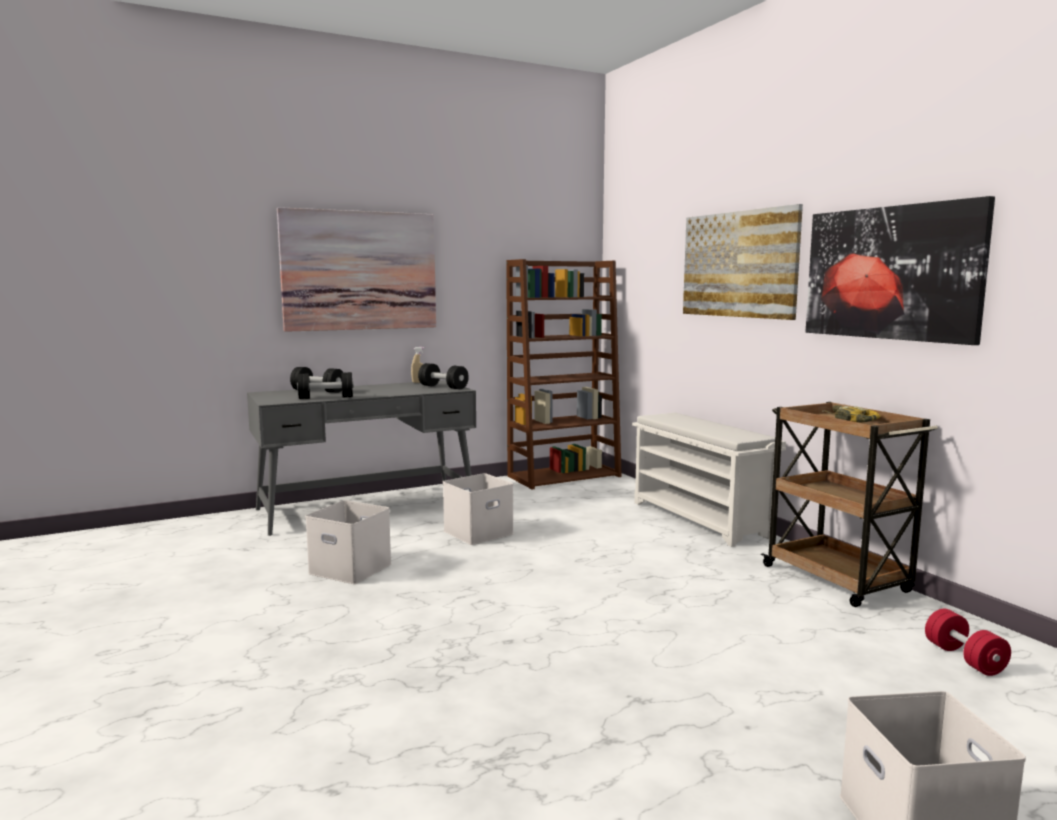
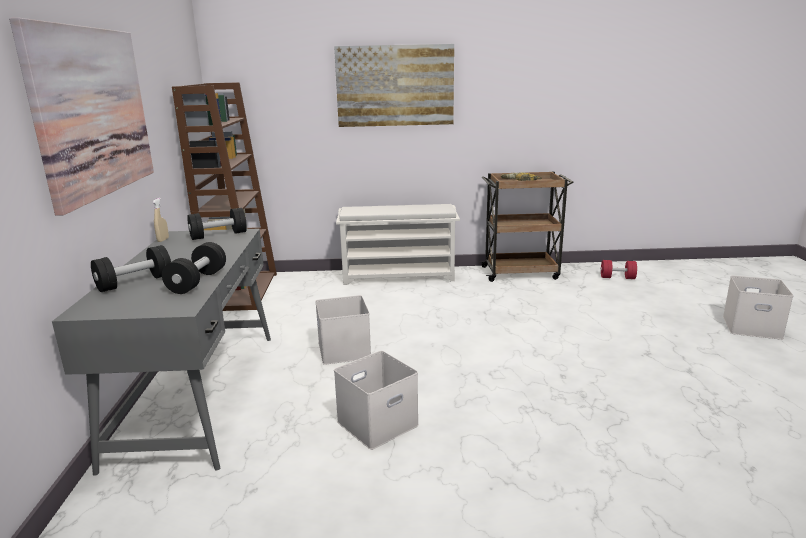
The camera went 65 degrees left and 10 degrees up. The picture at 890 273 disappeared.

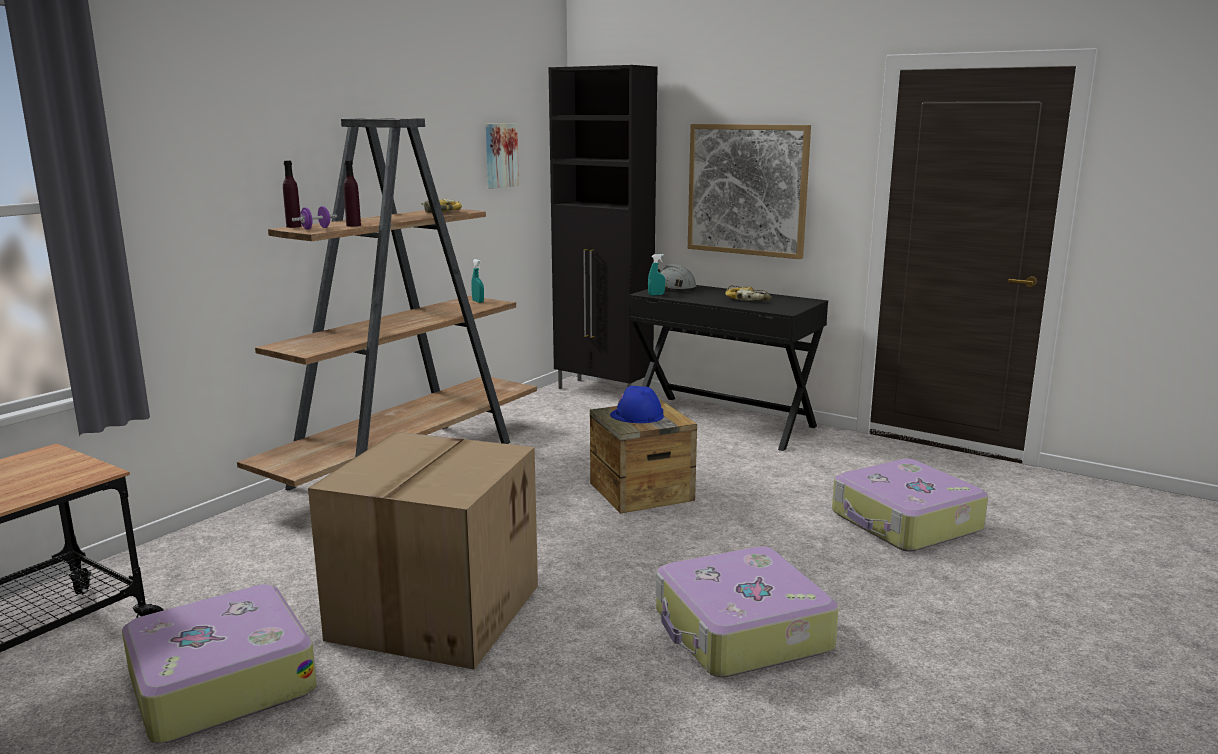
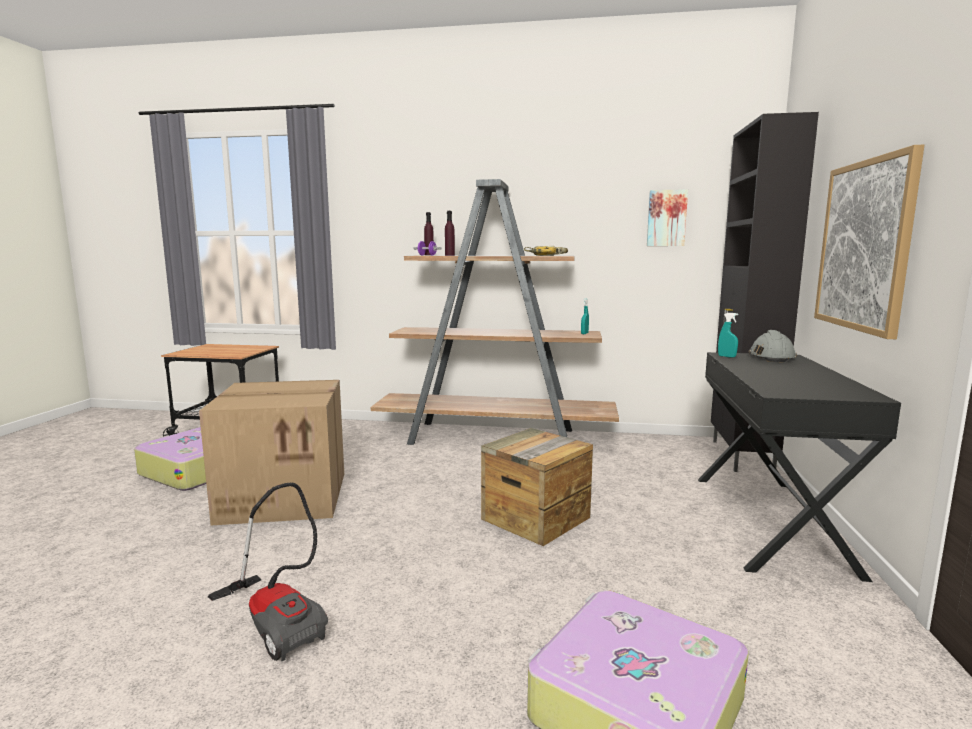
The camera went 65 degrees right and 5 degrees down. The suitcase at 740 632 was replaced by the vacuum cleaner at 279 621. The blue hard hat at 637 415 disappeared. The power drill at 748 299 disappeared.

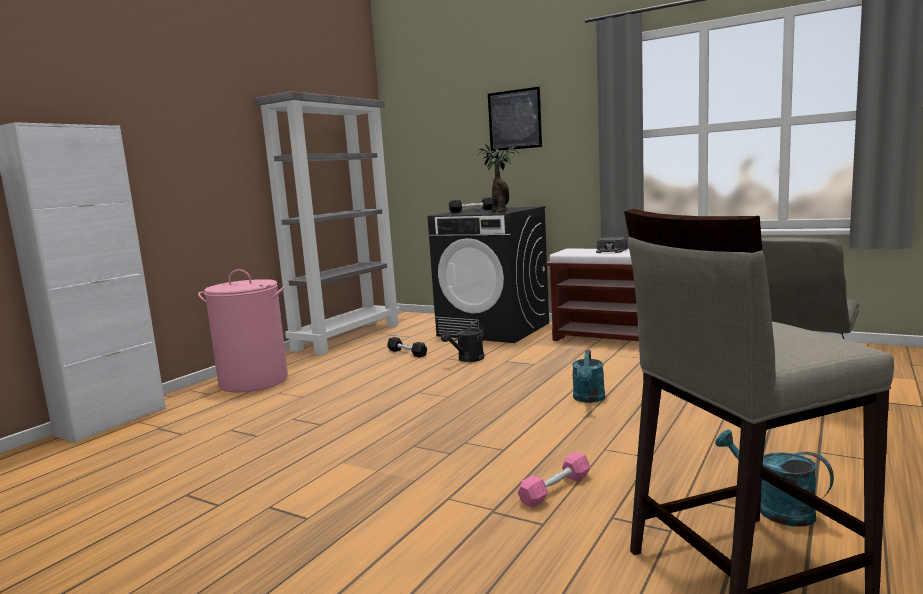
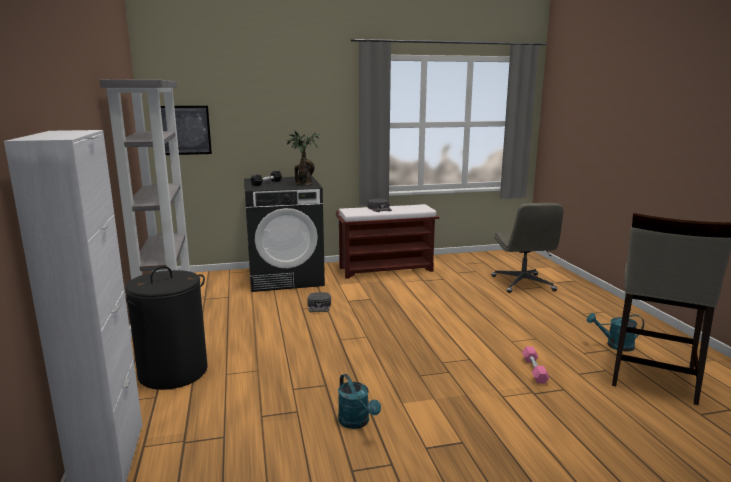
The camera went 45 degrees left and 5 degrees up. The pink laundry basket at 254 381 became the black laundry basket at 173 372. The picture moved from 514 120 to 185 130. The black watering can at 467 359 was replaced by the black cap at 319 306. The turquoise watering can moved from 588 399 to 357 422. The black dumbbell at 407 353 disappeared.

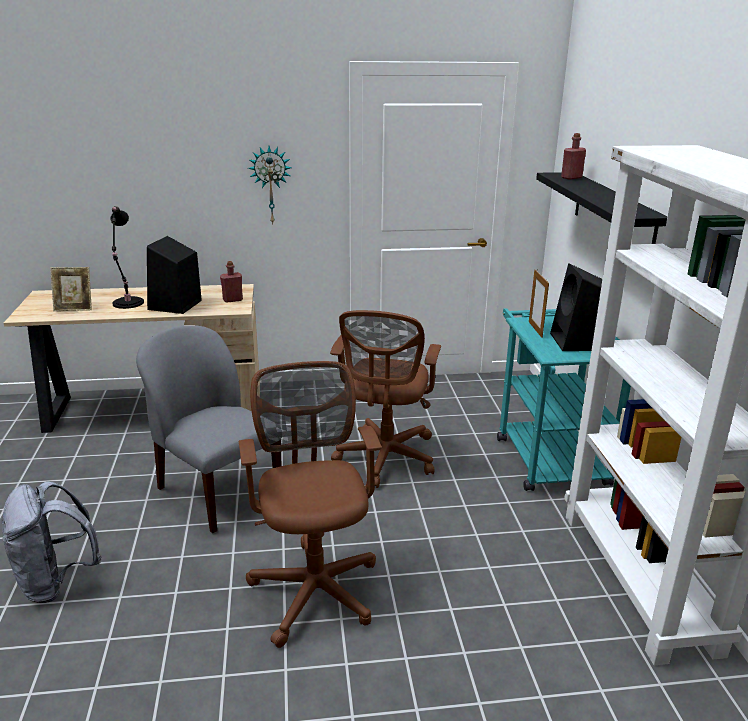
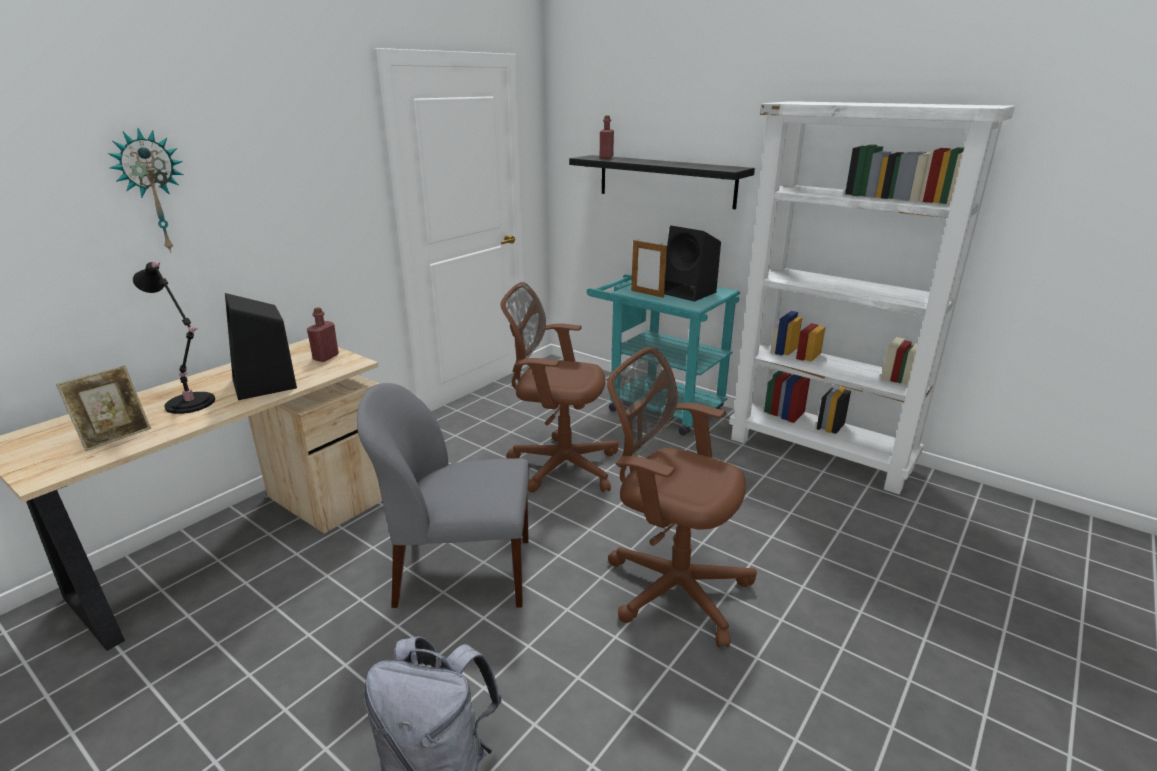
The camera went 45 degrees left and 0 degrees up. The wall clock moved from 270 185 to 152 192. The brown office chair at 385 460 turned 135 degrees clockwise.

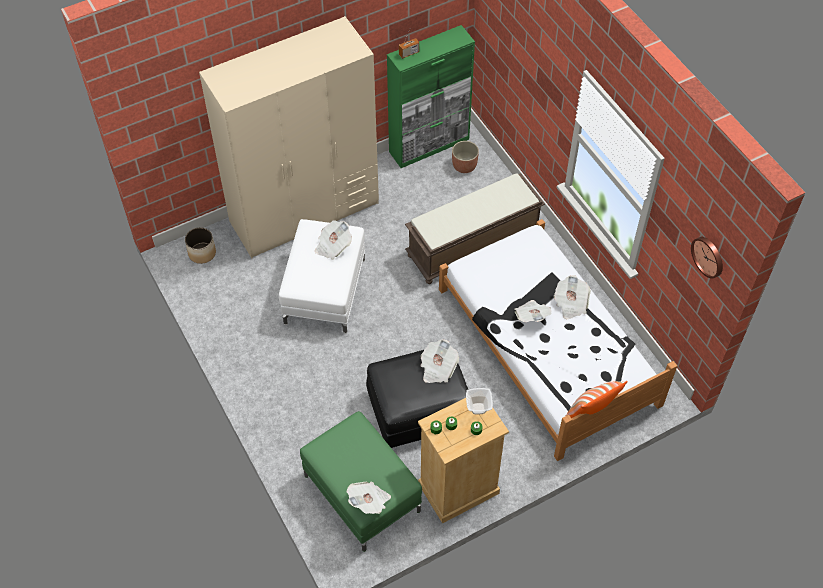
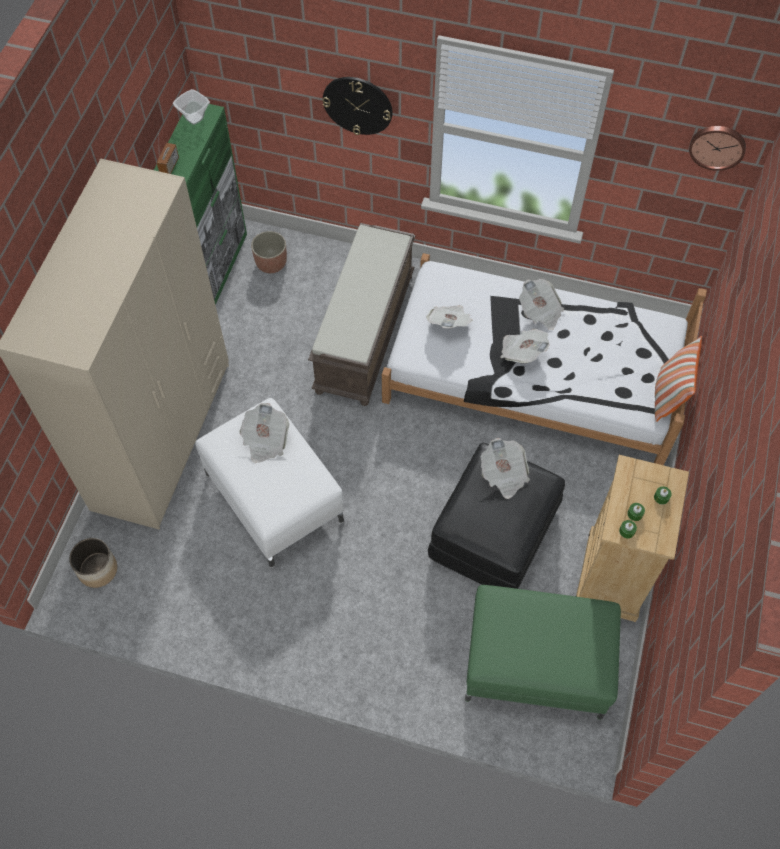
The camera went 45 degrees left and 5 degrees up. The bowl moved from 477 409 to 194 119. The wall clock at 358 105 appeared. The newspaper moved from 369 502 to 449 323.

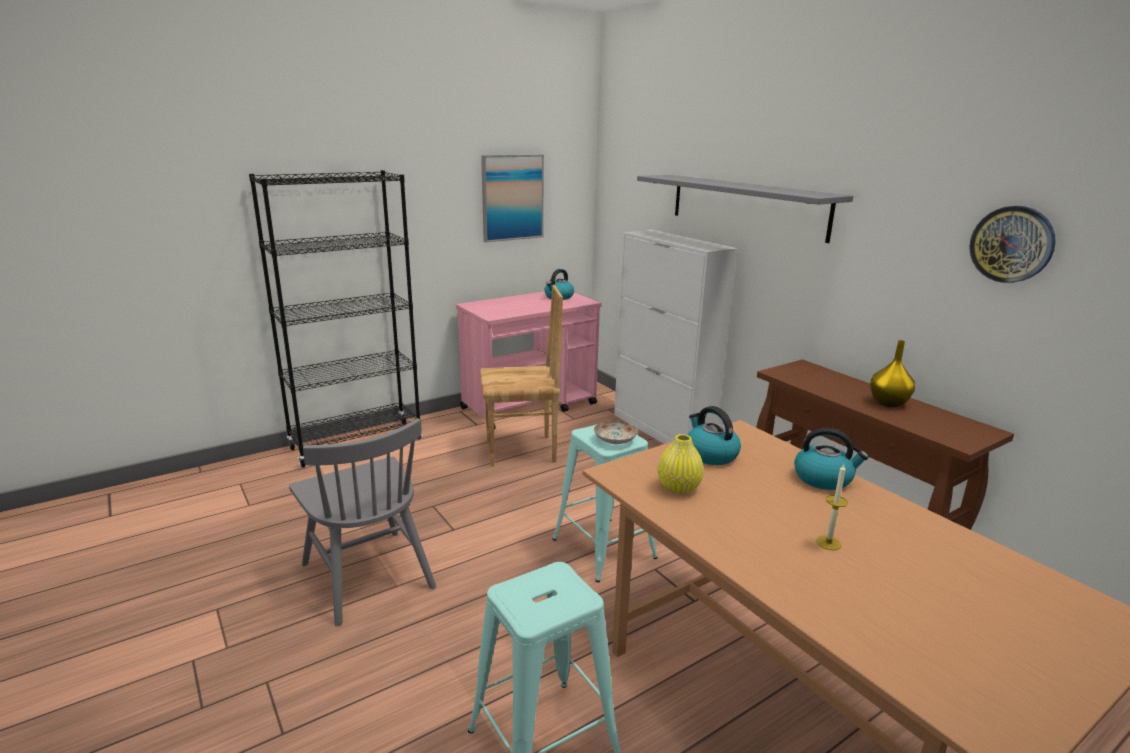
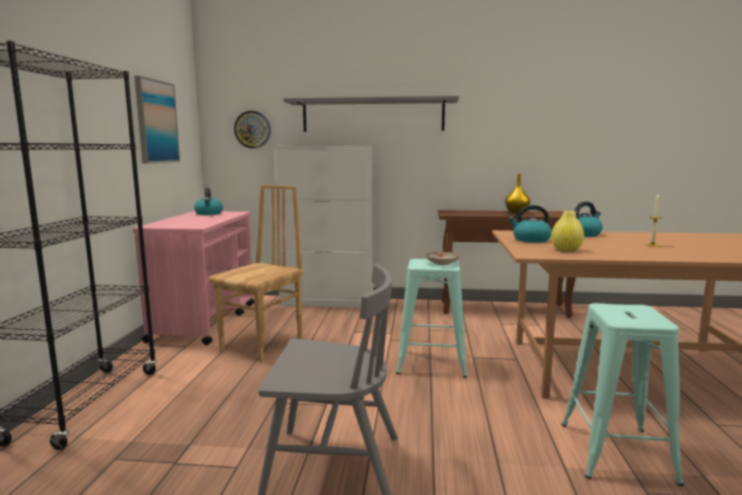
The camera went 50 degrees left and 10 degrees down. The wall clock moved from 1012 244 to 252 129.

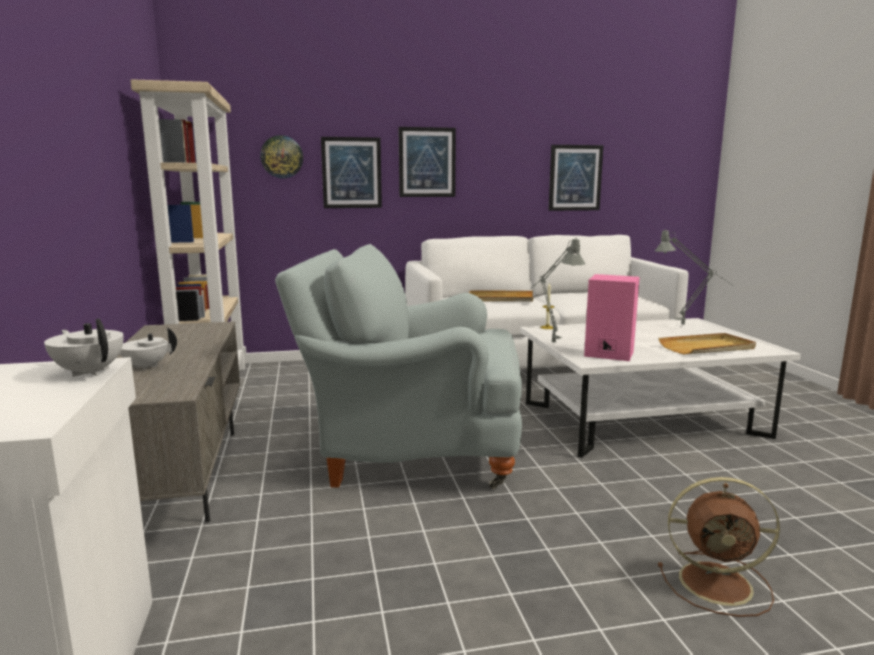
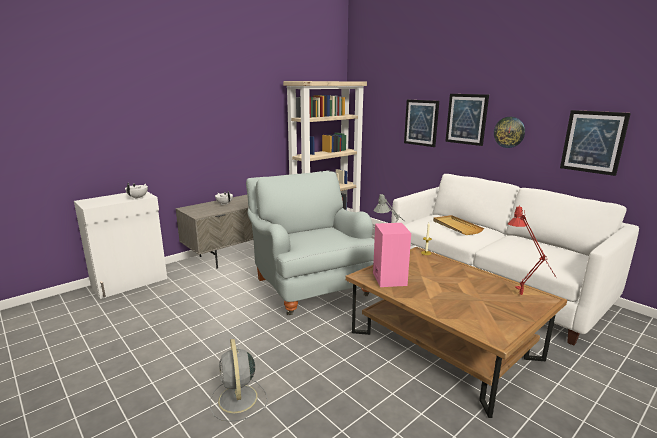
The camera went 60 degrees right and 5 degrees up. The brown fan at 718 583 became the grey fan at 238 400. The white coffee table at 642 419 became the brown coffee table at 443 345. The wall clock moved from 281 157 to 509 132. The grey table lamp at 688 326 became the red table lamp at 524 297. The beige tray at 707 347 disappeared.

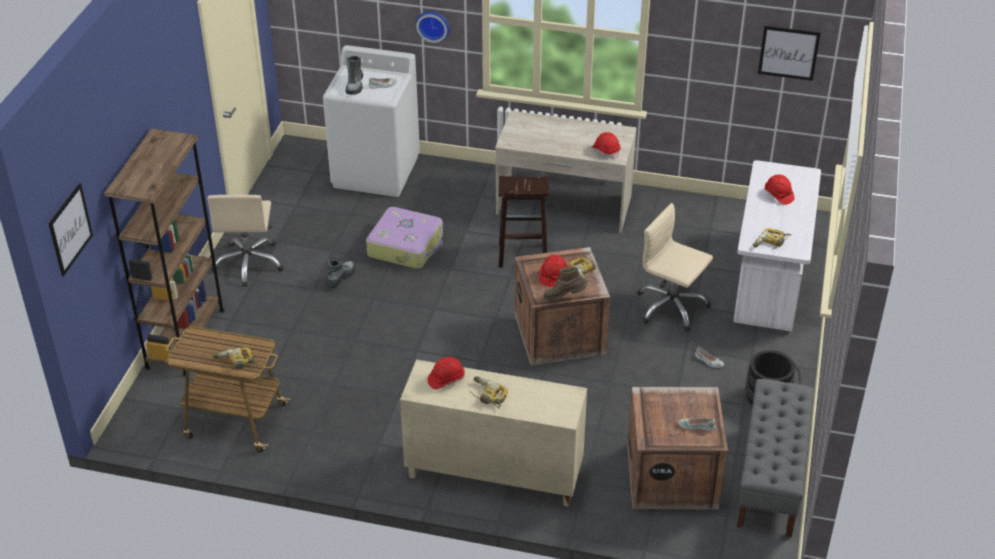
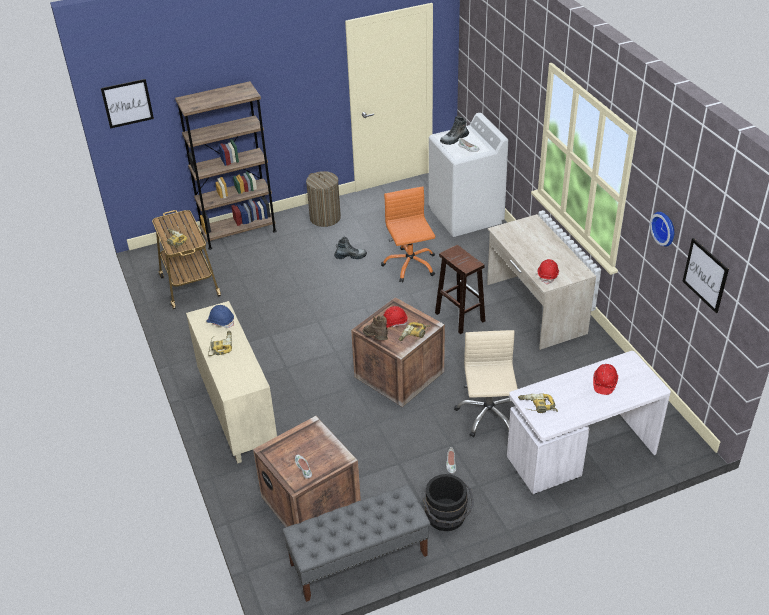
The camera went 55 degrees right and 0 degrees up. The red hard hat at 446 379 became the blue hard hat at 221 321. The beige office chair at 249 263 was replaced by the laundry basket at 325 218. The suitcase at 406 246 was replaced by the orange office chair at 410 265. The wall clock moved from 433 25 to 665 228.

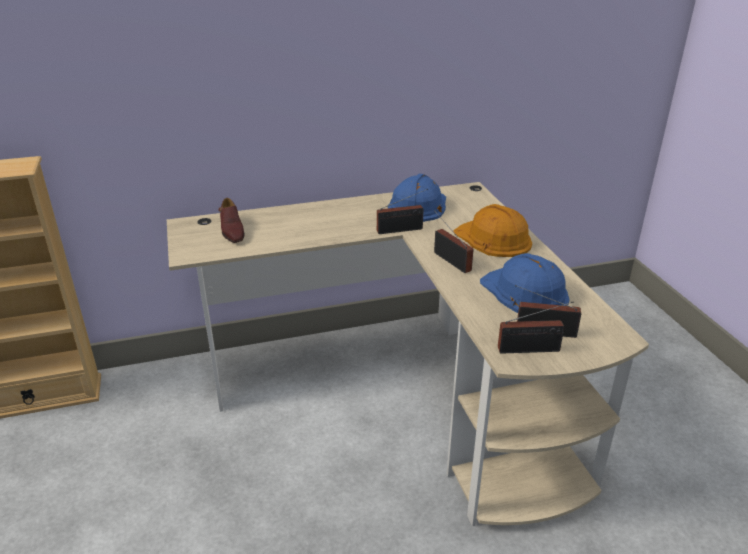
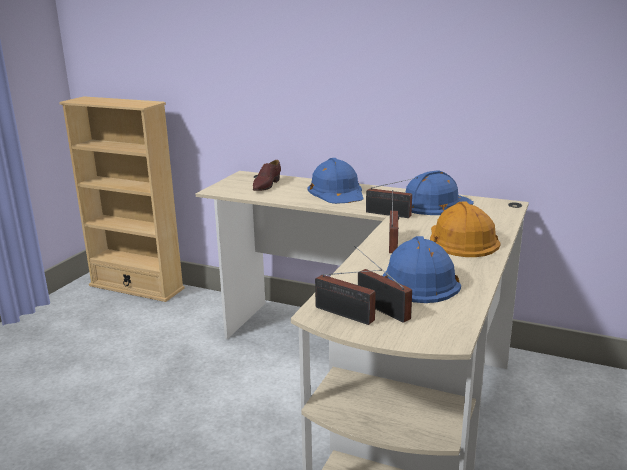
The camera went 40 degrees right and 10 degrees down. The blue hard hat at 337 191 appeared.

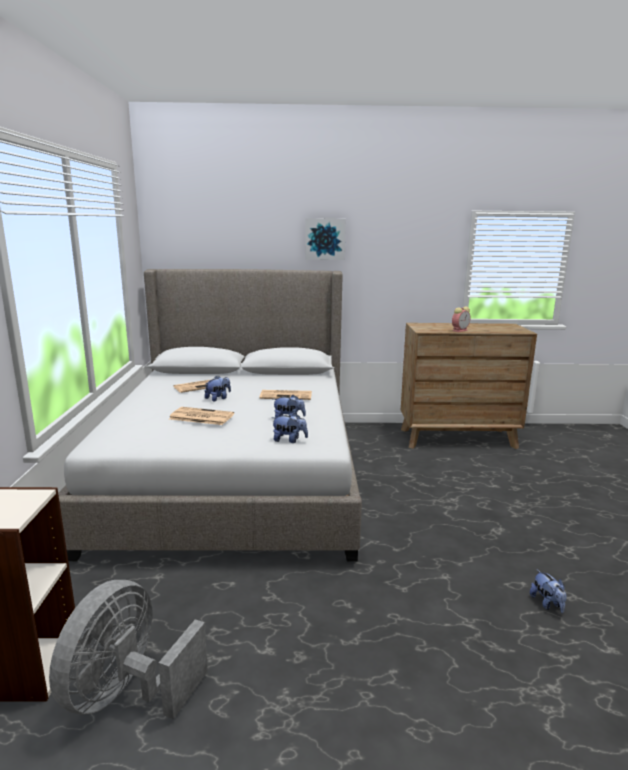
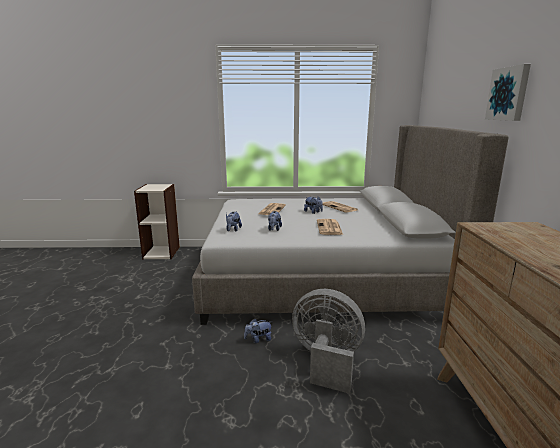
The camera went 90 degrees right and 0 degrees up. The plush toy moved from 547 604 to 258 339. The grey fan moved from 128 693 to 326 361. The alarm clock at 460 330 disappeared.

